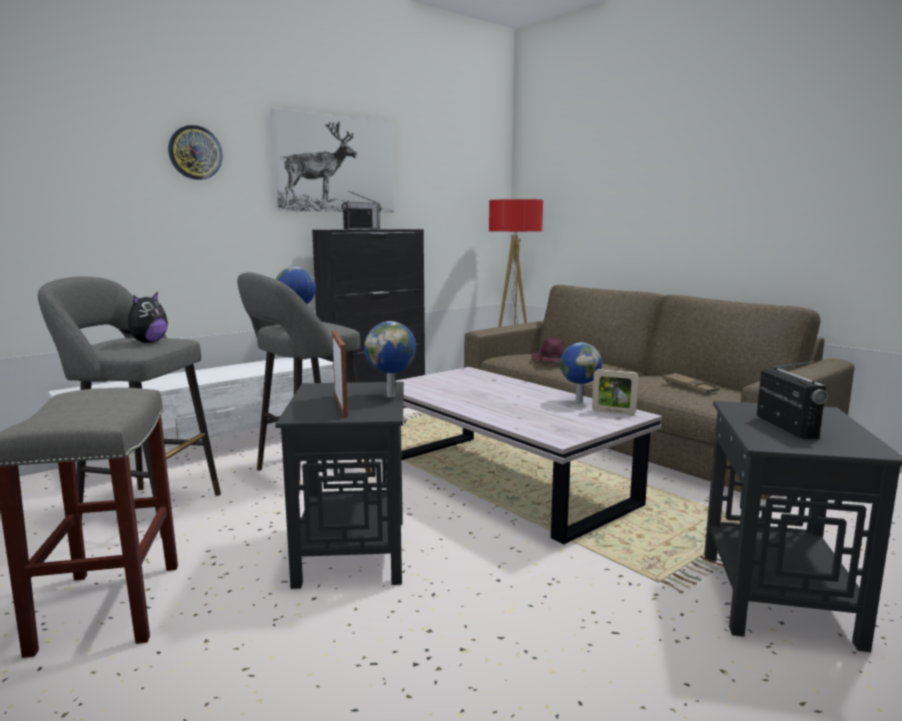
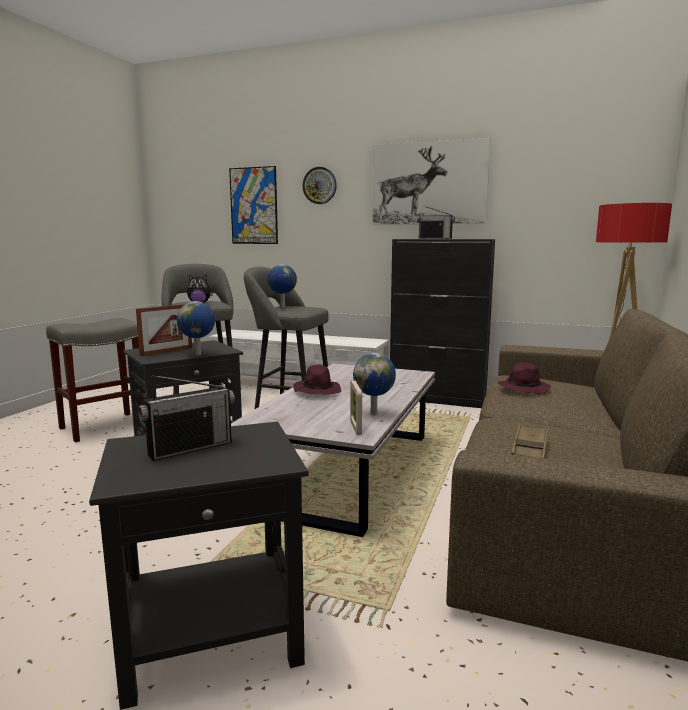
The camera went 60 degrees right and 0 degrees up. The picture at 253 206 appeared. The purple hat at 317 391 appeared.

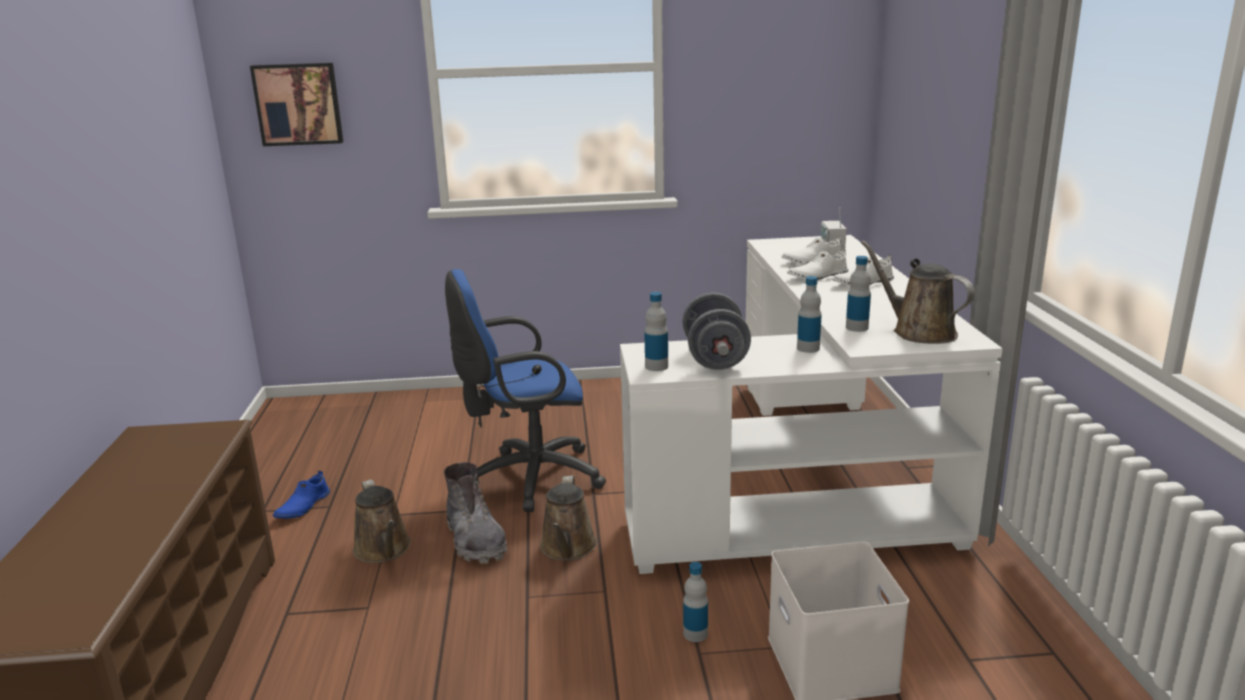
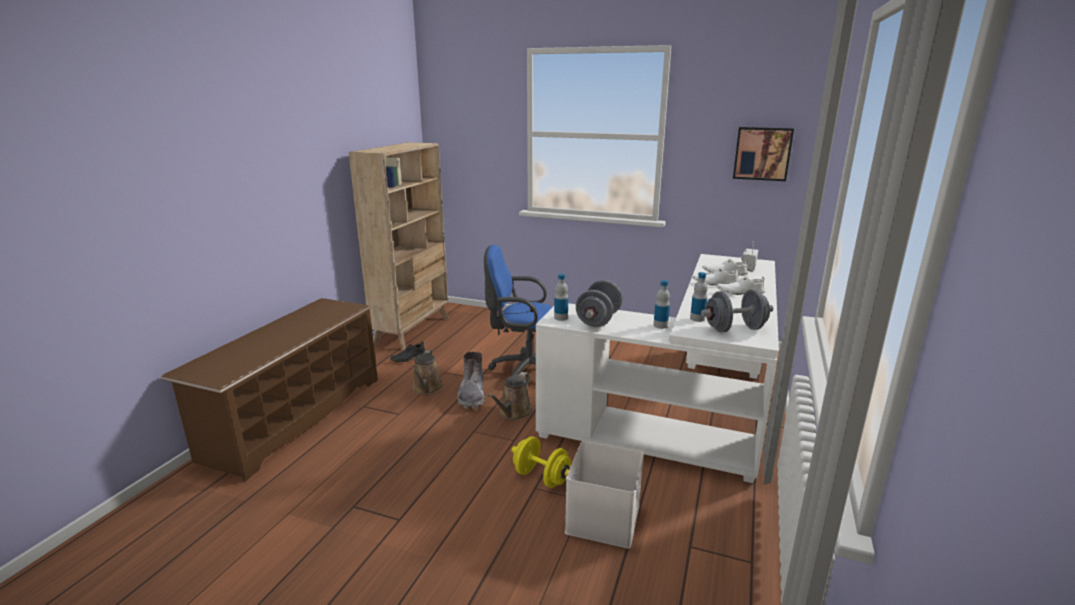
The camera went 25 degrees right and 0 degrees up. The beige bookcase at 413 330 appeared. The blue shoe at 302 507 became the black shoe at 408 357. The bottle at 695 634 was replaced by the yellow dumbbell at 541 477. The brown watering can at 918 332 was replaced by the grey dumbbell at 734 329. The picture moved from 298 104 to 762 153.

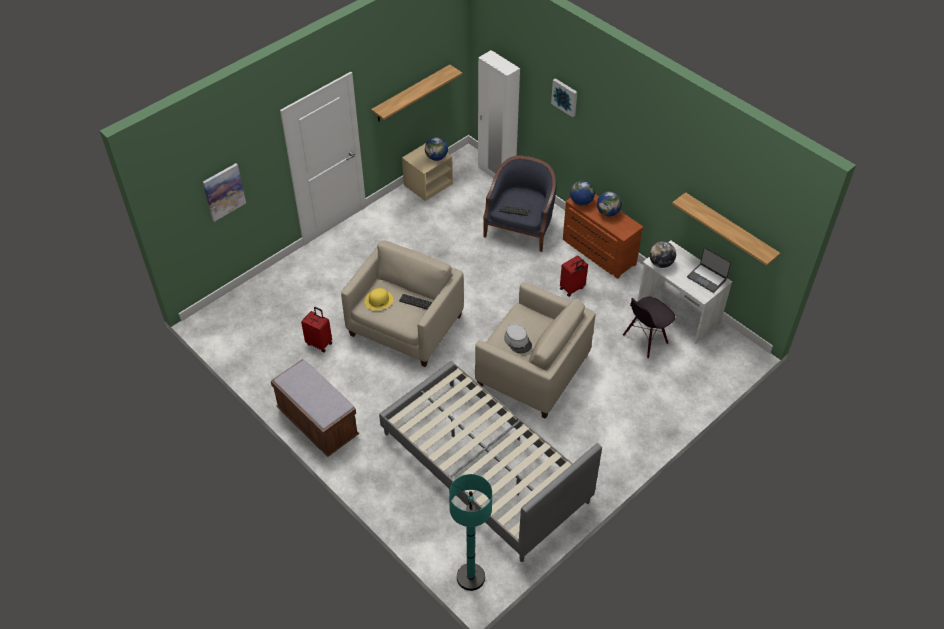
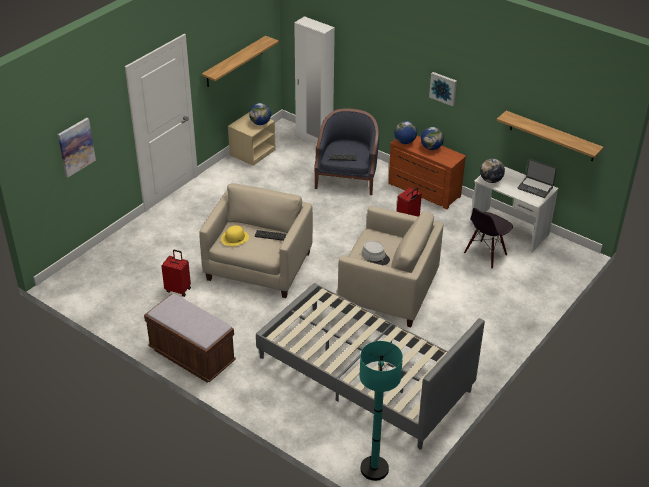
The camera went 10 degrees left and 10 degrees down. The picture moved from 565 97 to 443 88.

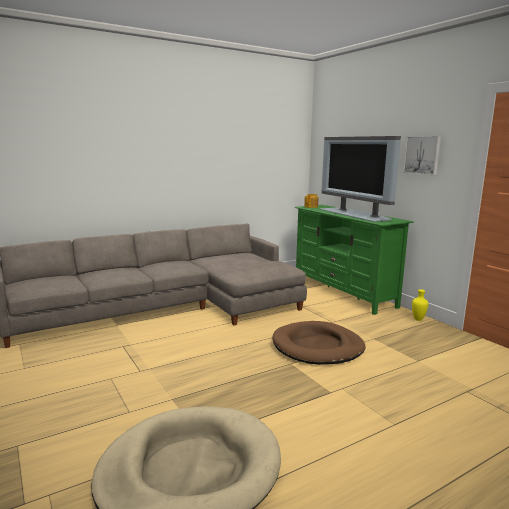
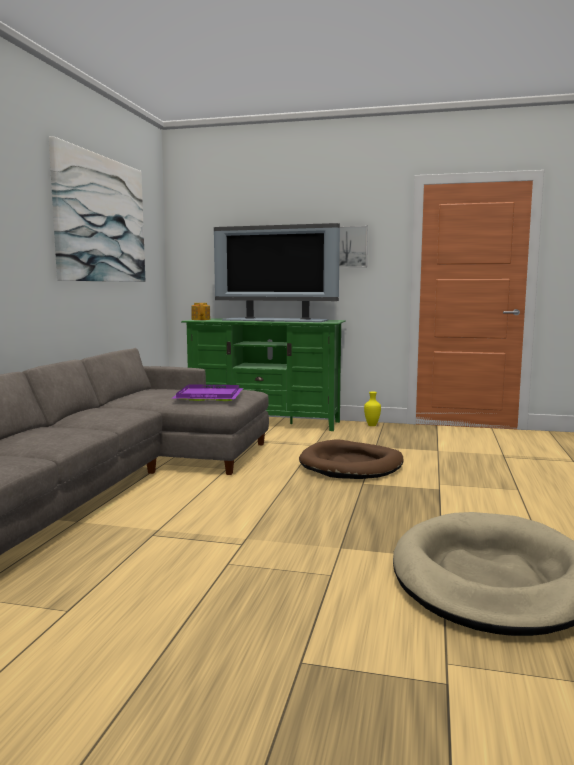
The camera went 45 degrees left and 5 degrees down. The picture at 101 219 appeared. The purple tray at 208 395 appeared.

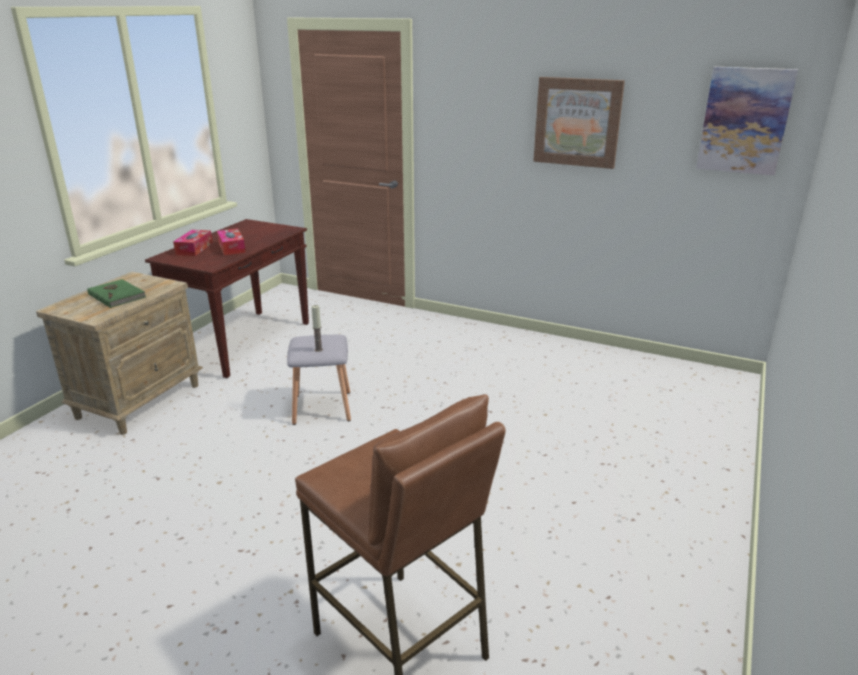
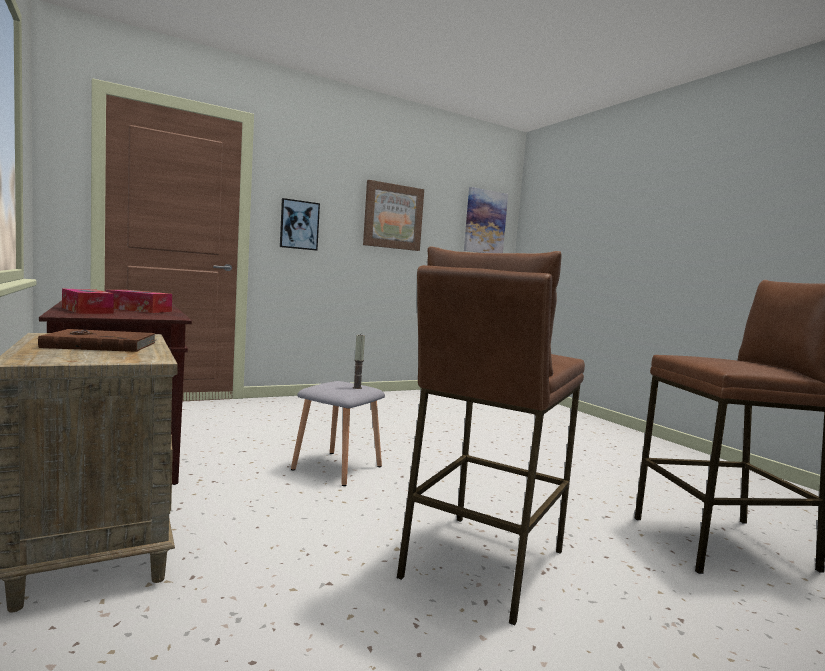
The camera went 55 degrees left and 20 degrees down. The green book at 117 295 became the brown book at 100 345. The picture at 299 225 appeared. The brown stool at 481 563 appeared.

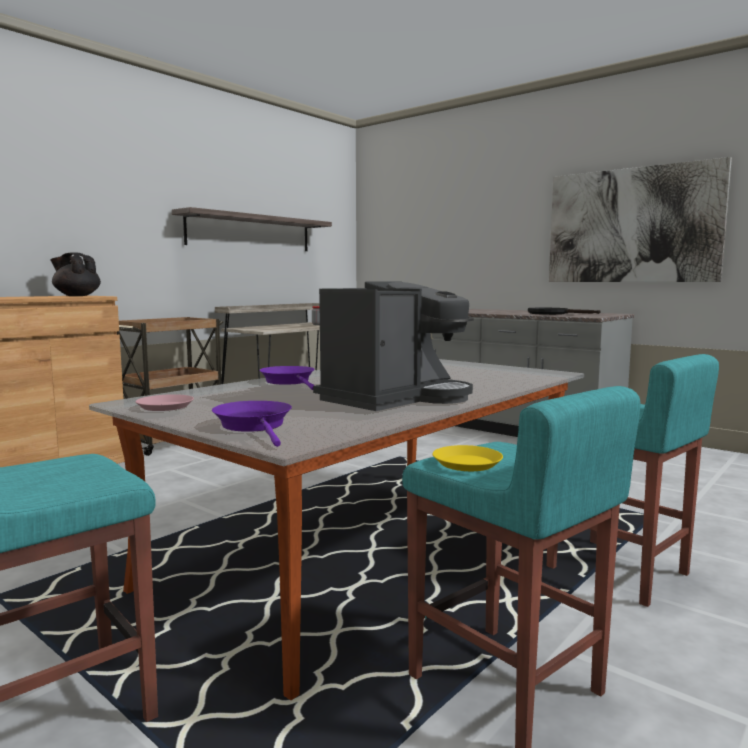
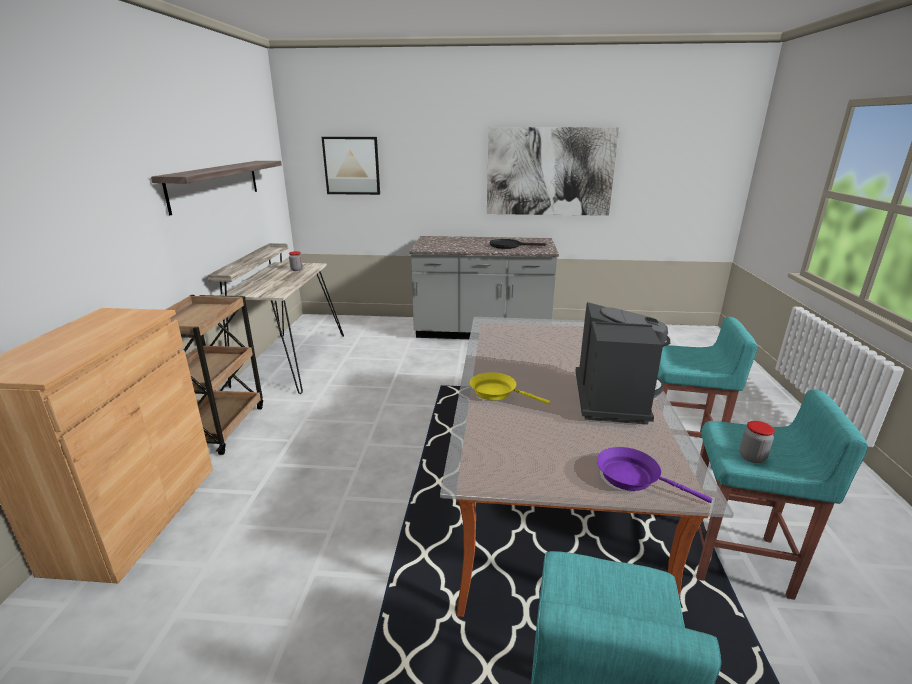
The camera went 35 degrees left and 15 degrees up. The picture at 351 166 appeared. The purple frying pan at 290 382 became the yellow frying pan at 497 392. The yellow plate at 466 463 was replaced by the jar at 752 457. The black teapot at 76 296 disappeared. The pink plate at 165 407 disappeared.

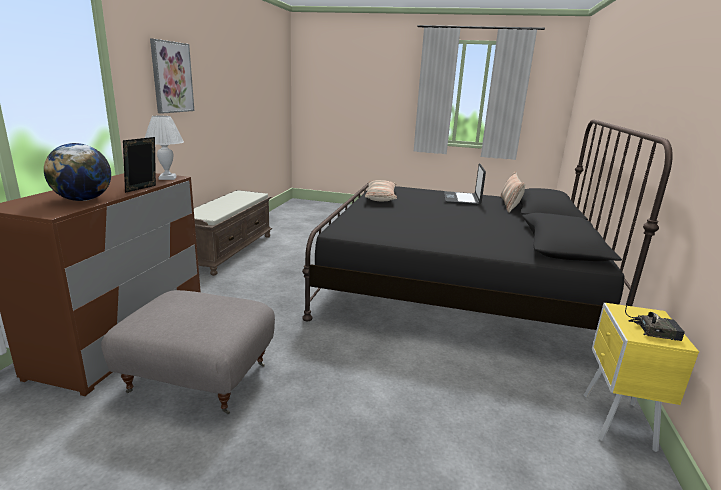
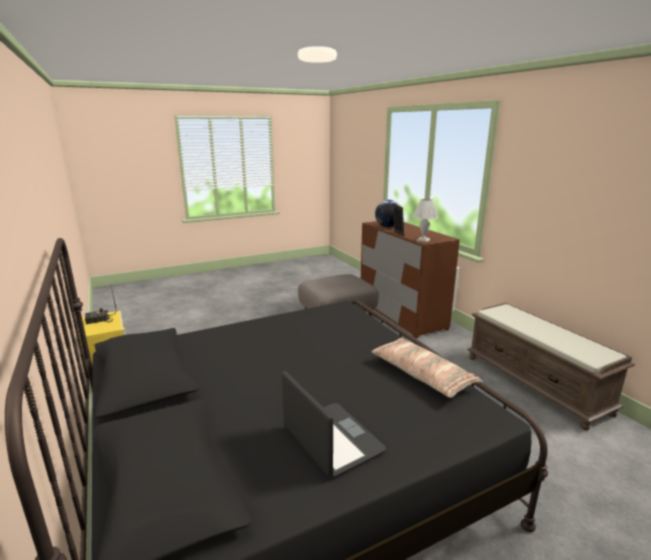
The camera went 140 degrees right and 0 degrees up. The picture at 172 77 disappeared. The pillow at 510 204 disappeared.

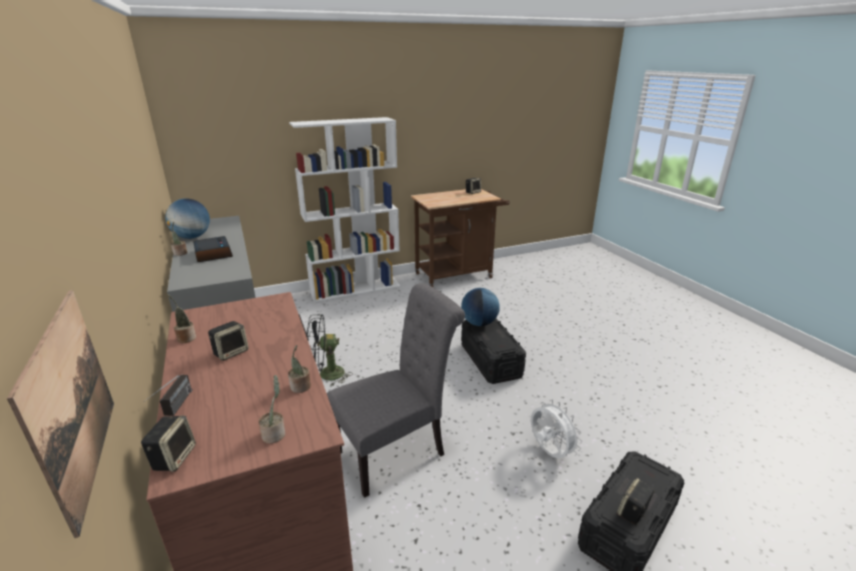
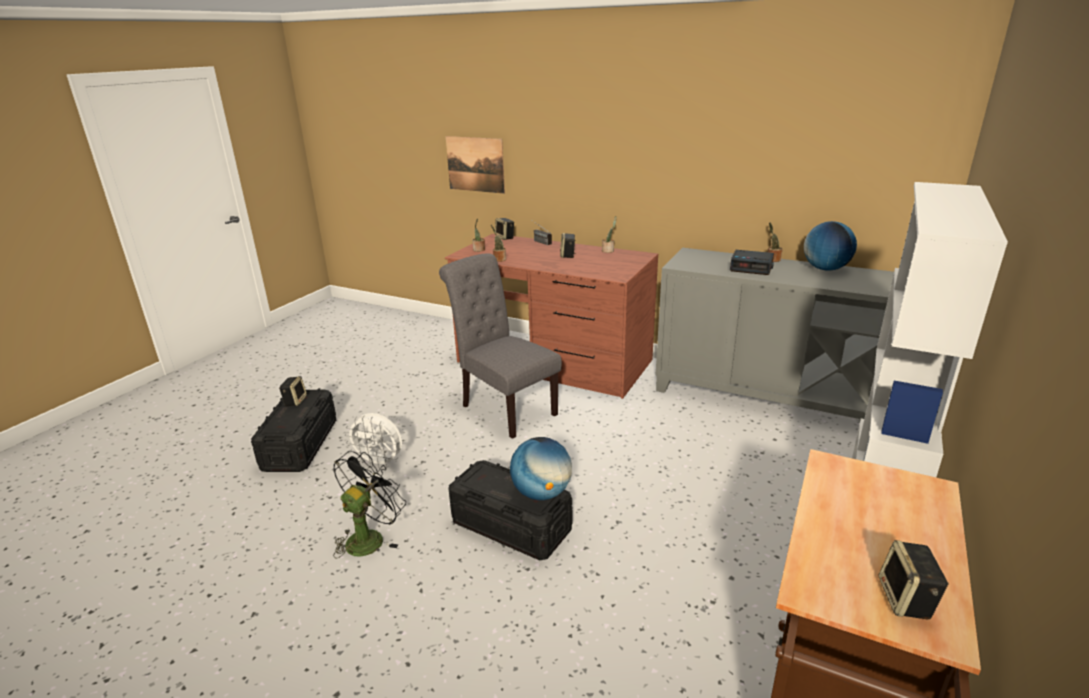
The camera went 140 degrees right and 0 degrees up. The black fan moved from 326 375 to 370 537. The grey chair at 397 451 turned 120 degrees clockwise.

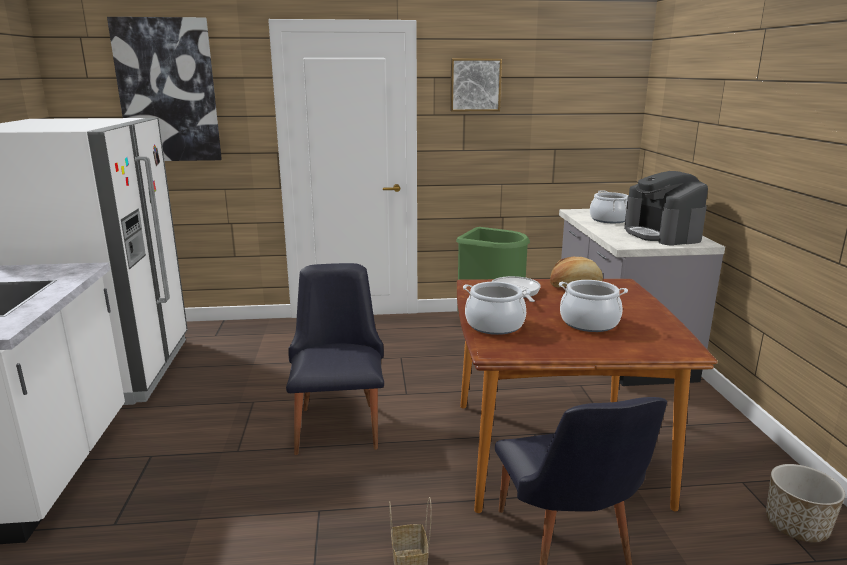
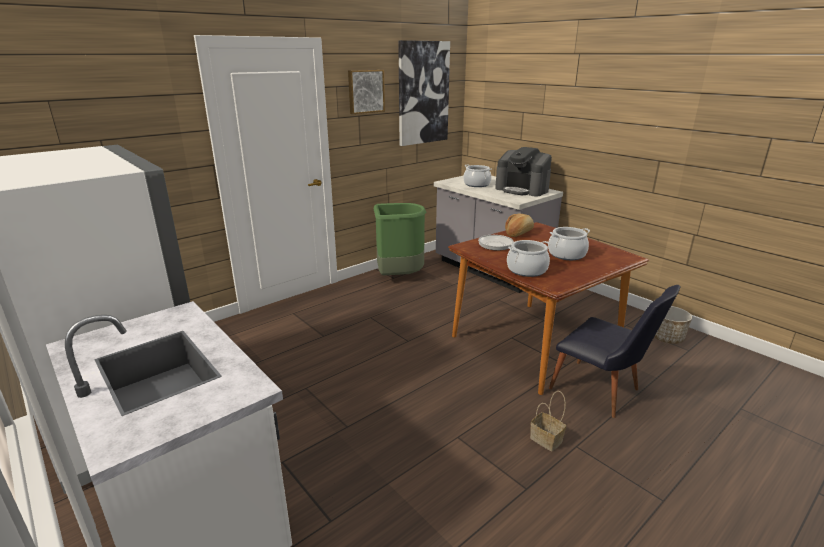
The camera went 35 degrees left and 5 degrees up. The picture moved from 167 91 to 423 93. The black chair at 339 422 disappeared.

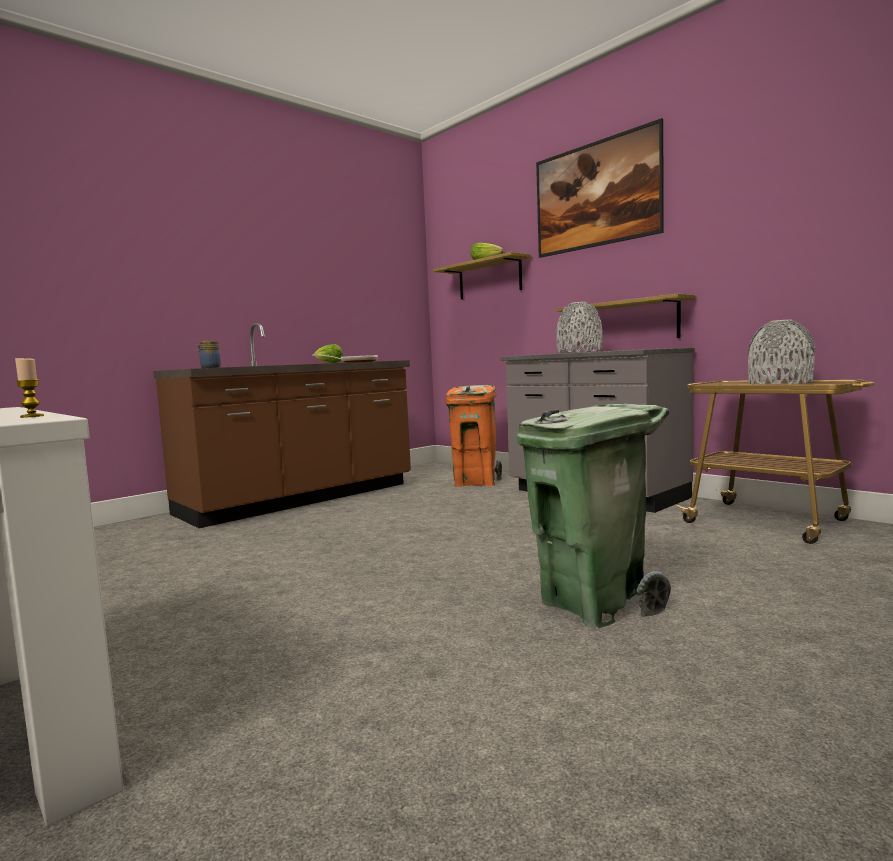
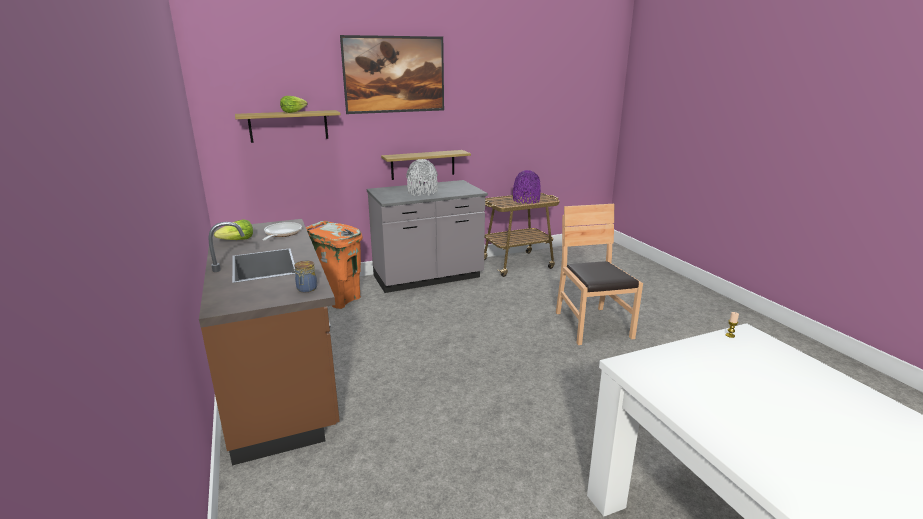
The camera went 70 degrees left and 15 degrees up. The grey vase at 780 383 became the purple vase at 526 200. The green trash can at 594 605 was replaced by the brown chair at 592 325.

